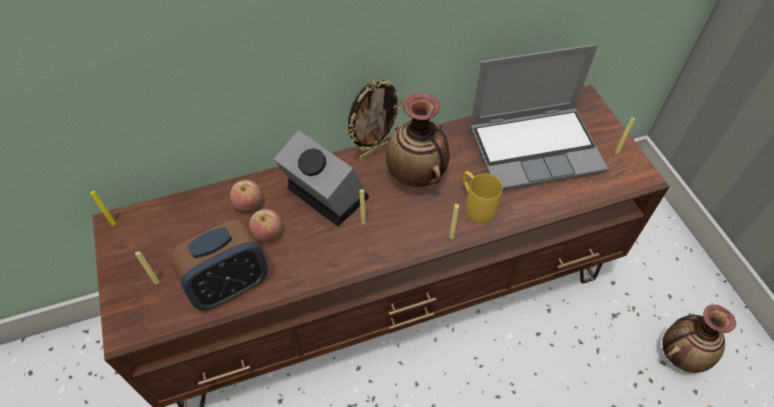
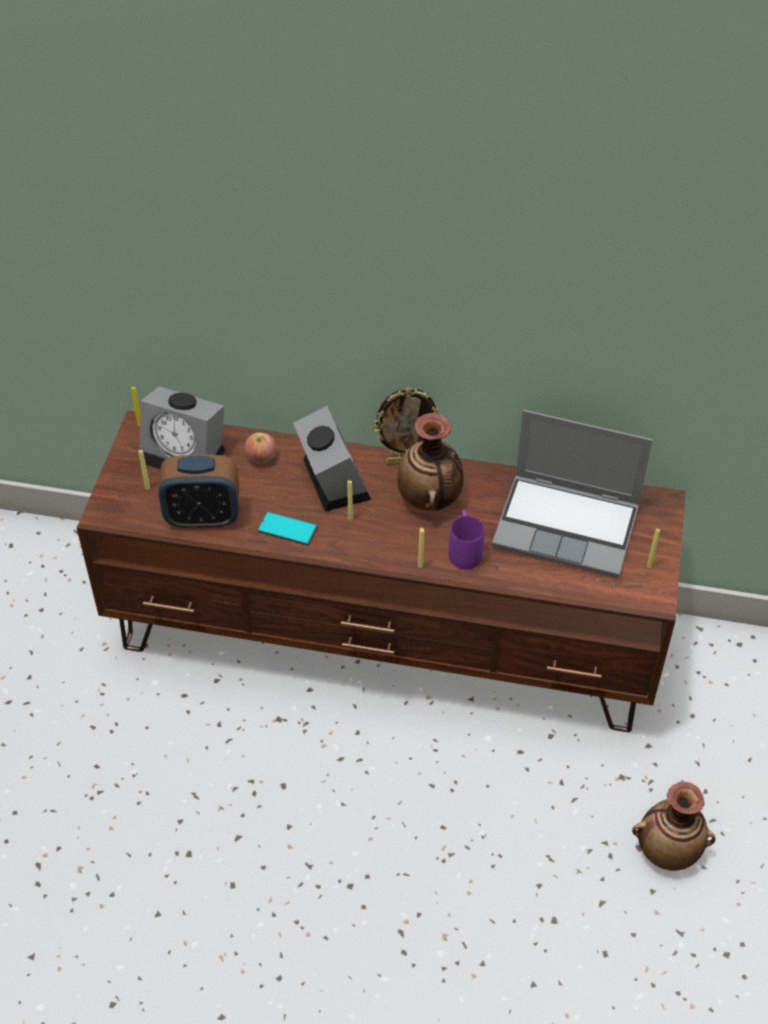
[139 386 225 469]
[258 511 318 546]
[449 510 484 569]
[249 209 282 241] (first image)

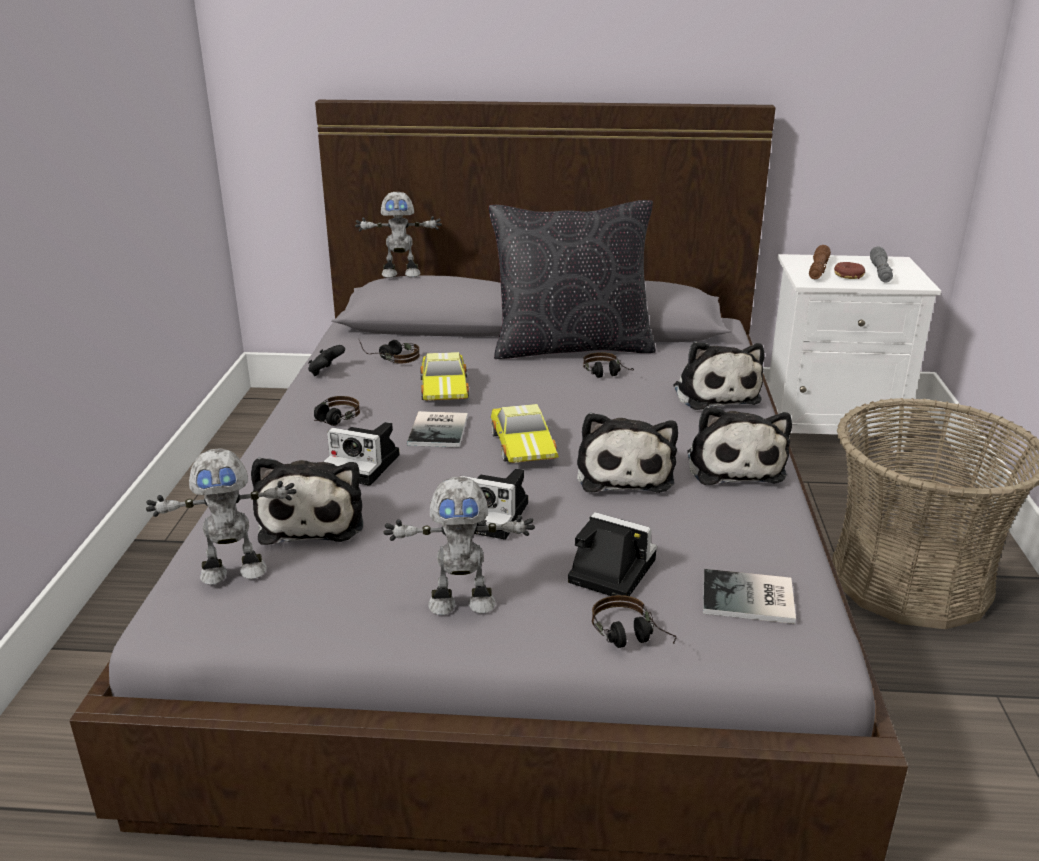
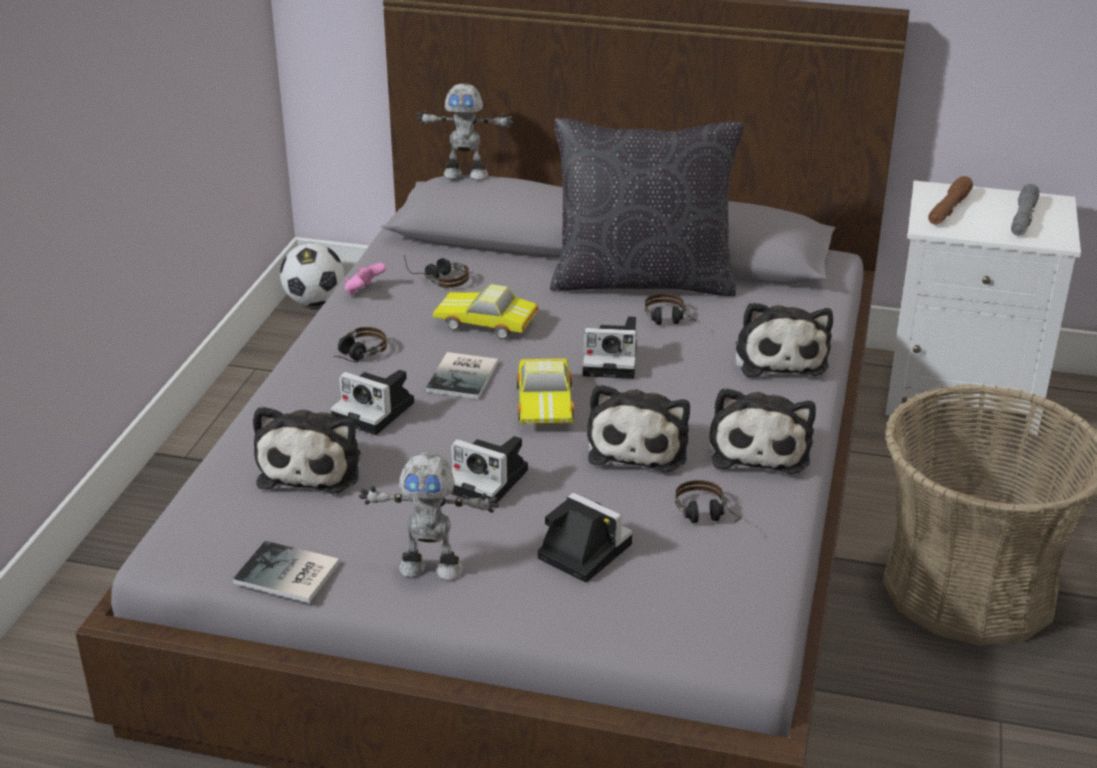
[233 541 340 603]
[280 243 344 306]
[344 263 386 296]
[433 284 538 339]
[583 316 637 379]
[675 480 741 523]
[146 448 297 585] (first image)
[834 262 865 279] (first image)

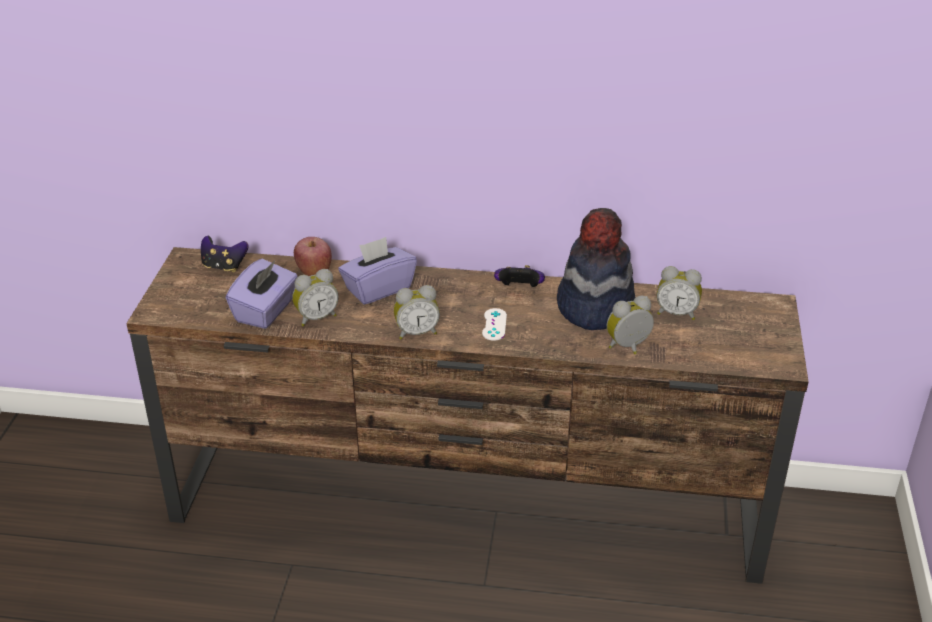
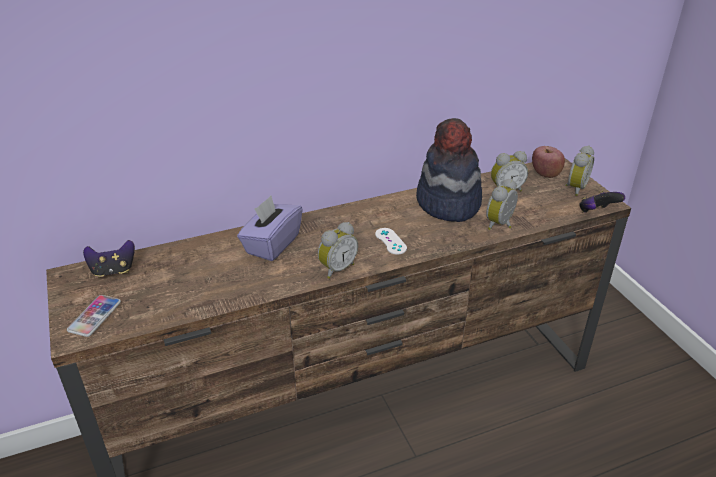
[67 295 121 337]
[532 146 565 178]
[565 145 594 196]
[579 190 625 213]
[226 259 298 329] (first image)

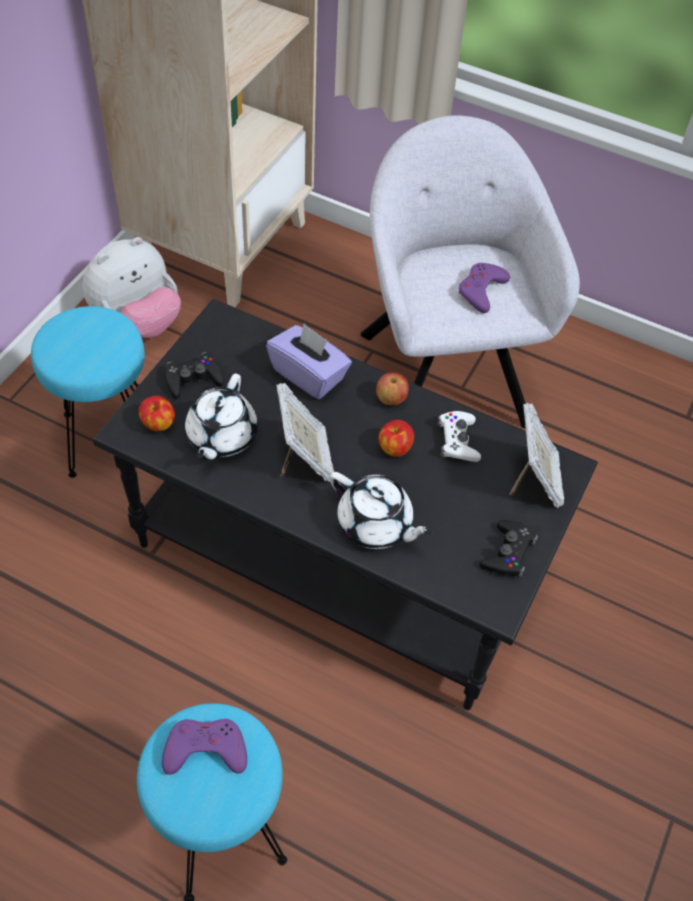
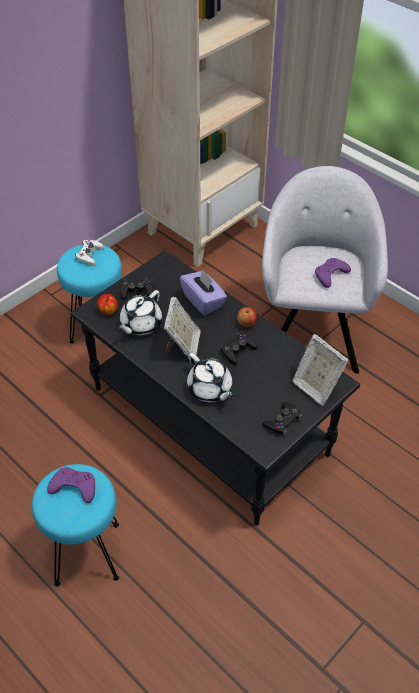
[75 240 104 266]
[220 333 258 365]
[292 334 349 406]
[82 237 181 338] (first image)

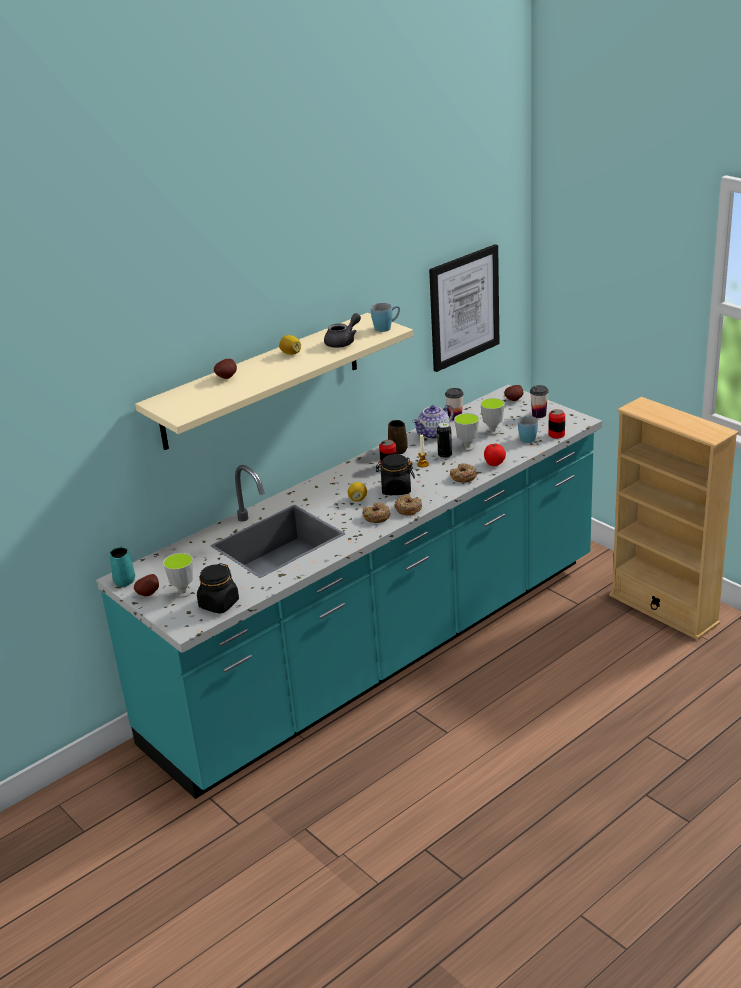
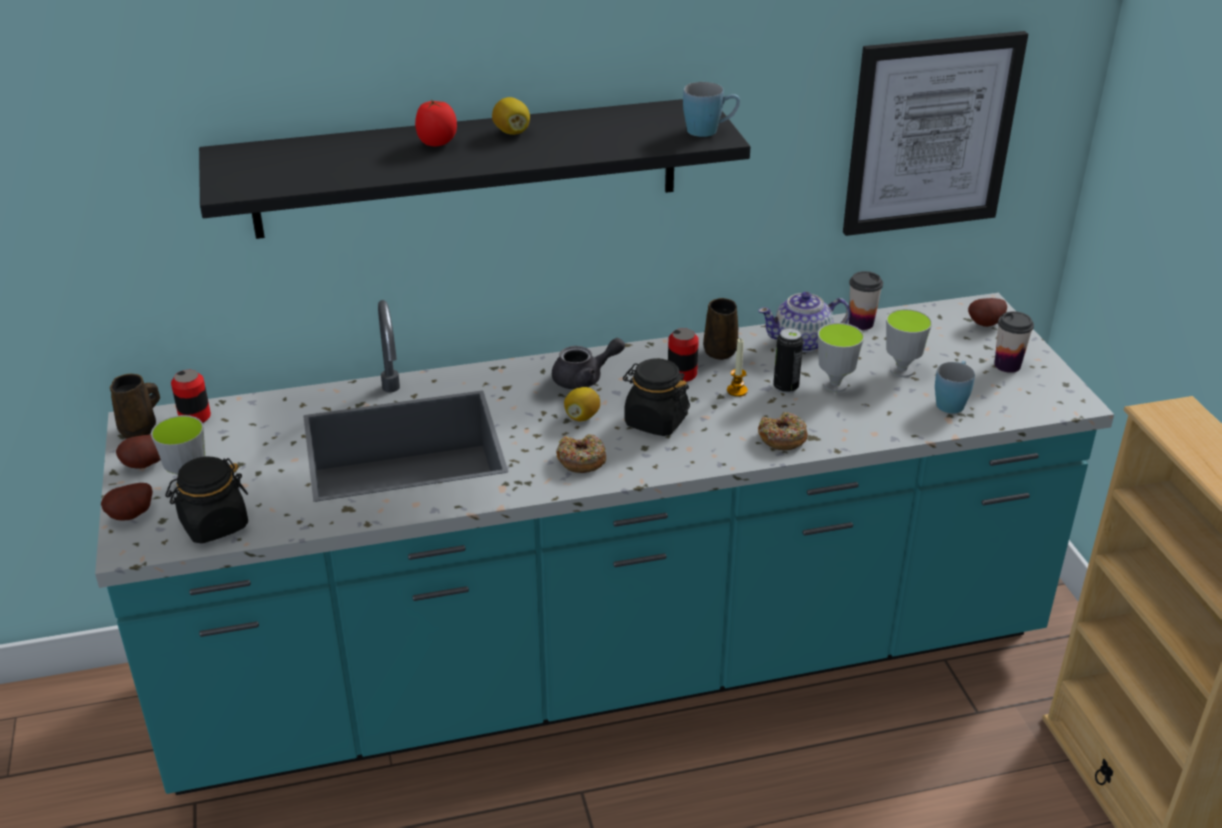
[101 483 153 520]
[110 374 160 439]
[171 370 211 423]
[199 99 750 239]
[415 100 457 146]
[552 338 625 389]
[394 494 422 515] (first image)

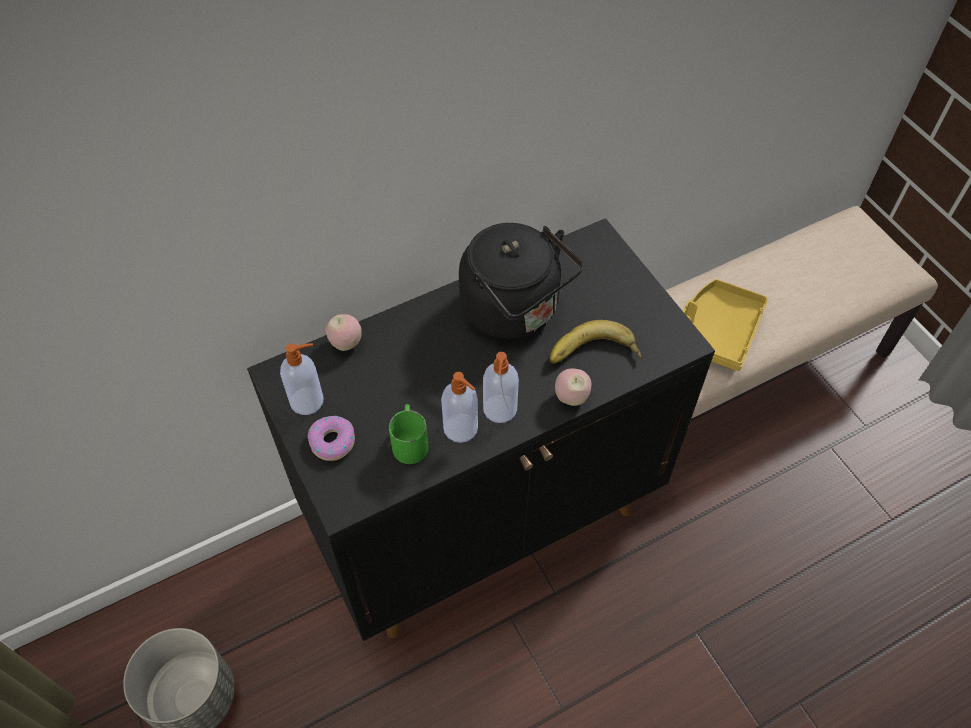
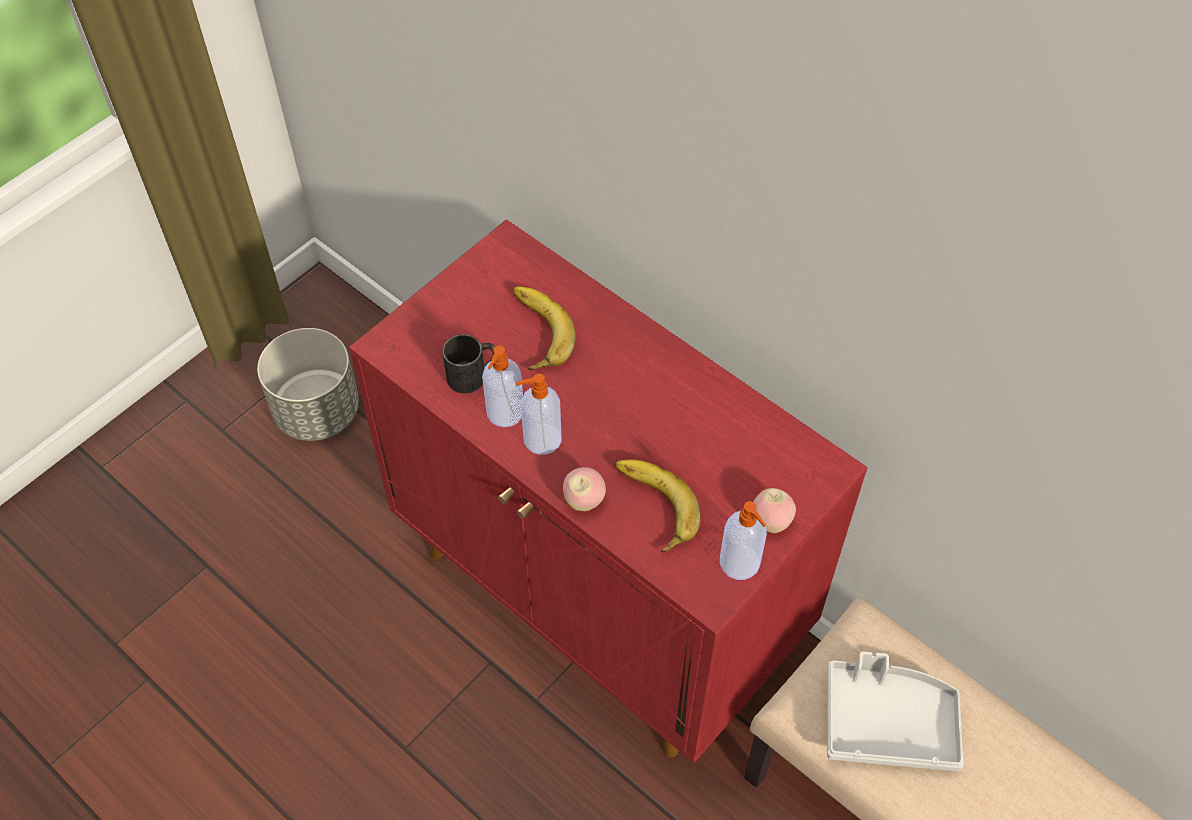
[349 219 867 763]
[442 334 496 394]
[513 287 576 370]
[720 501 767 580]
[753 488 796 533]
[827 652 963 771]
[307 416 355 461] (first image)
[459 223 583 339] (first image)

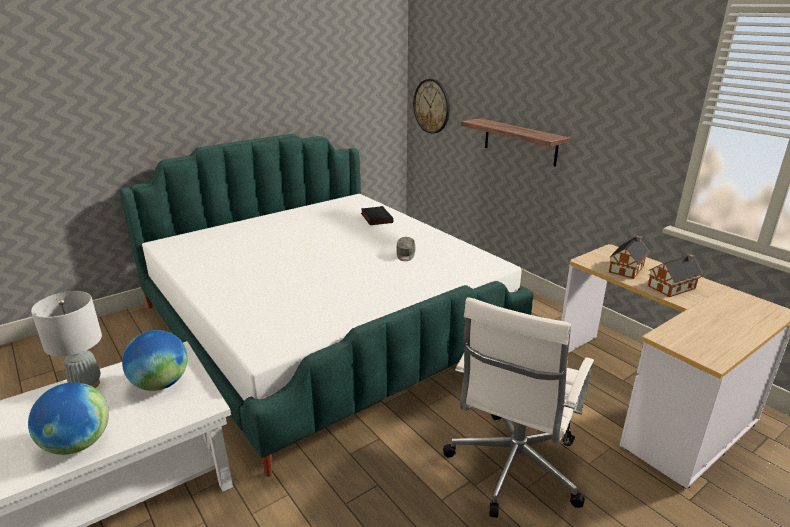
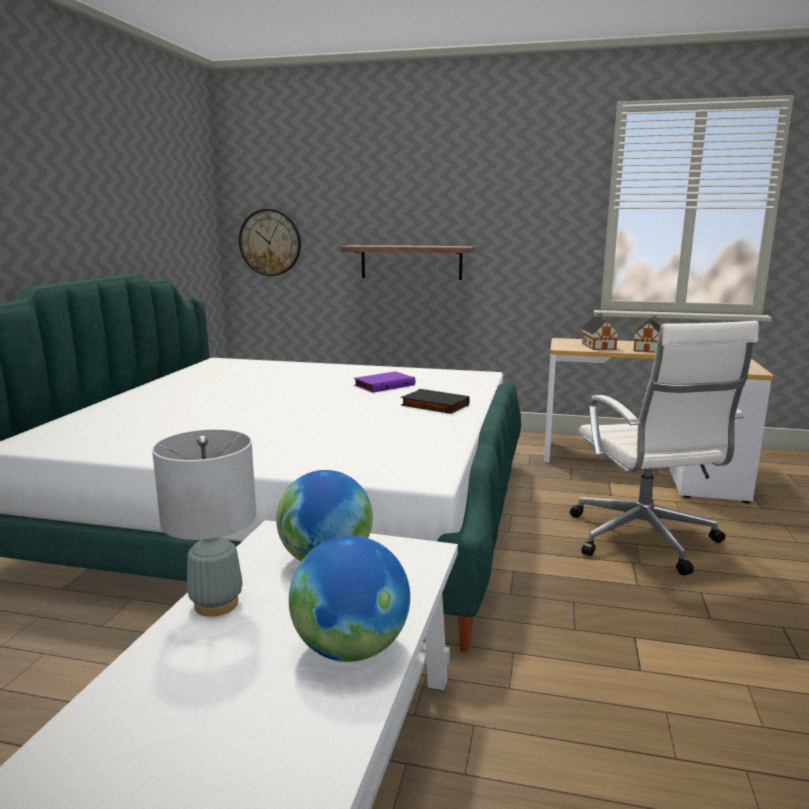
[354 371 415 393]
[401 389 470 414]

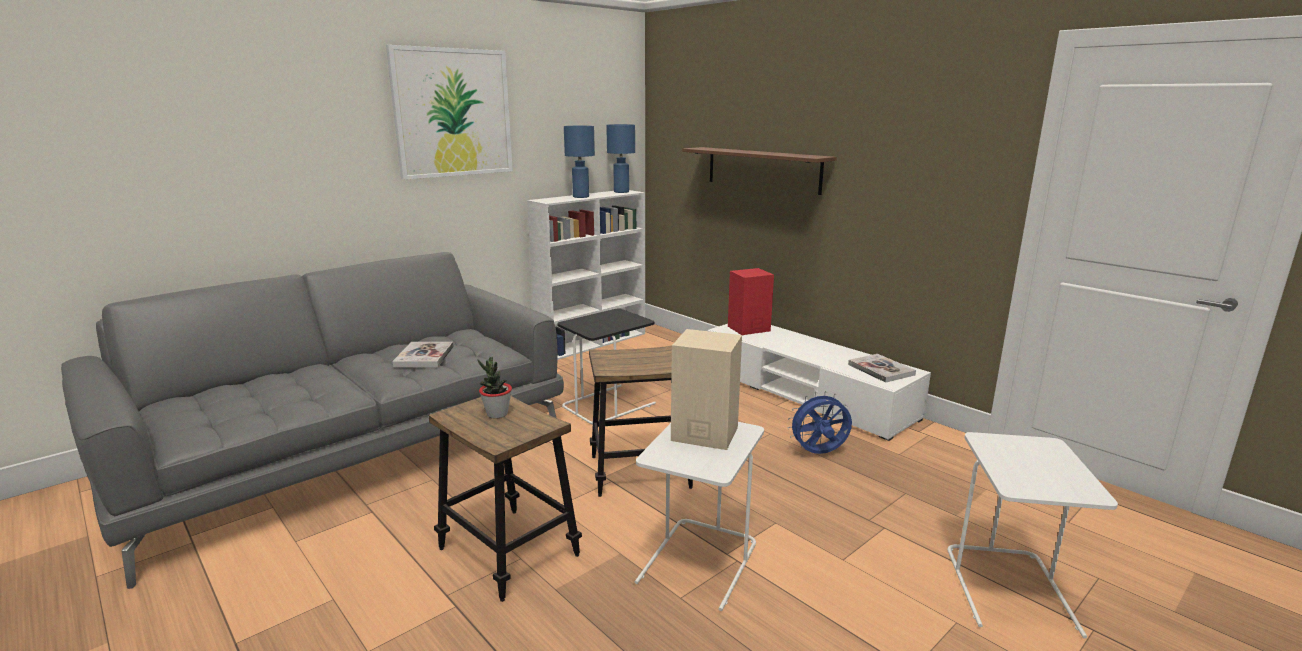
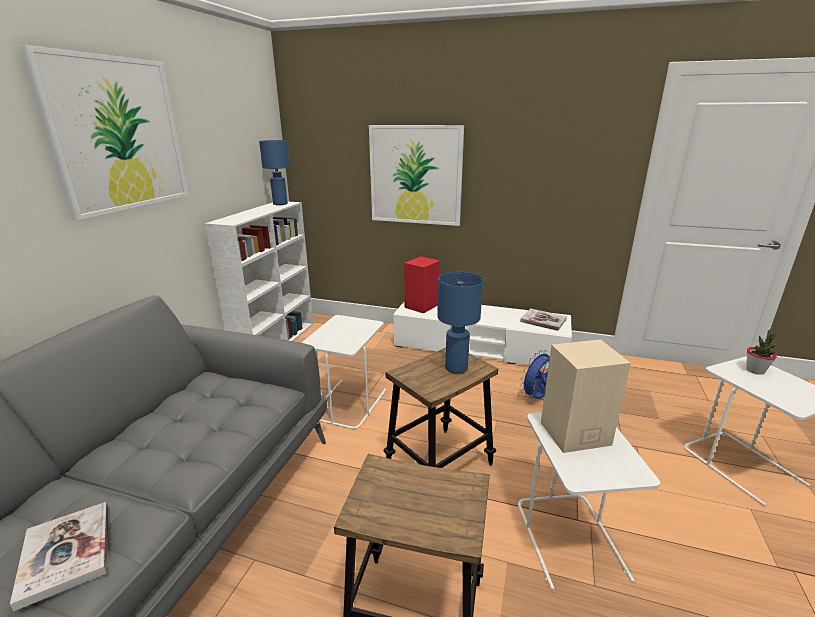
[10 502 109 611]
[302 315 386 430]
[369 125 464 226]
[437 272 483 374]
[746 330 780 375]

